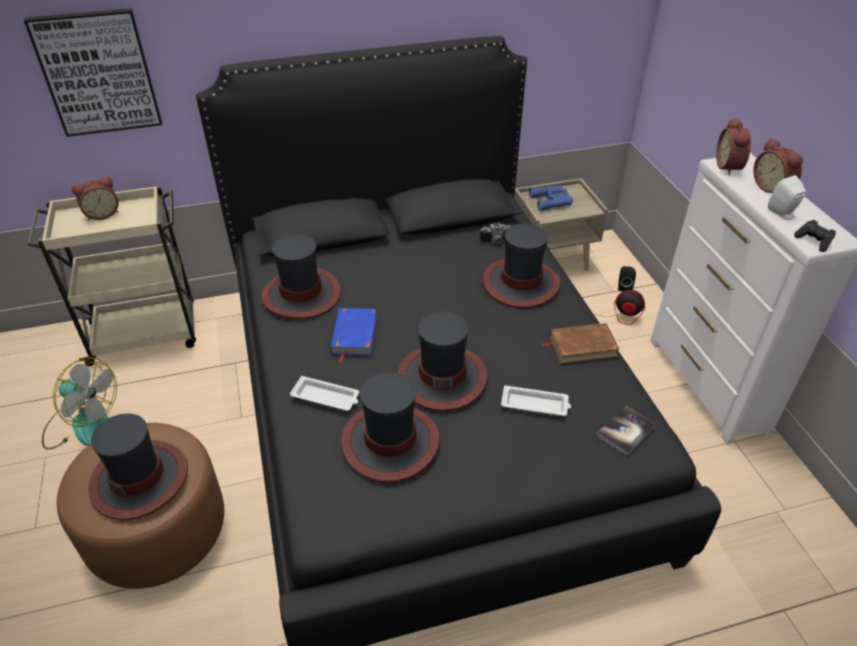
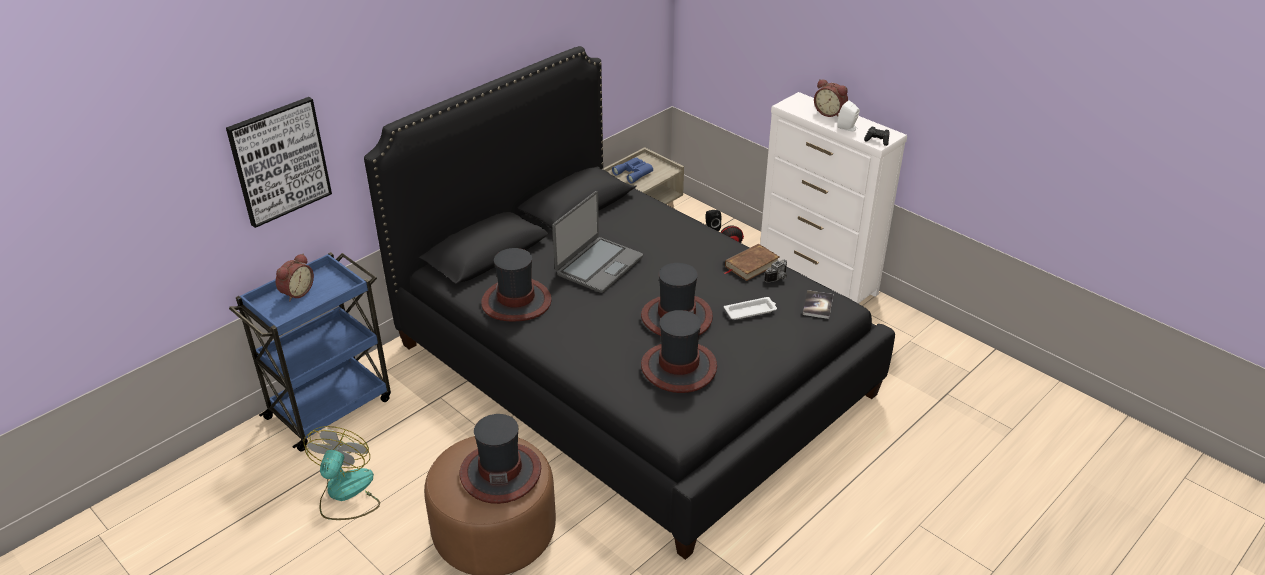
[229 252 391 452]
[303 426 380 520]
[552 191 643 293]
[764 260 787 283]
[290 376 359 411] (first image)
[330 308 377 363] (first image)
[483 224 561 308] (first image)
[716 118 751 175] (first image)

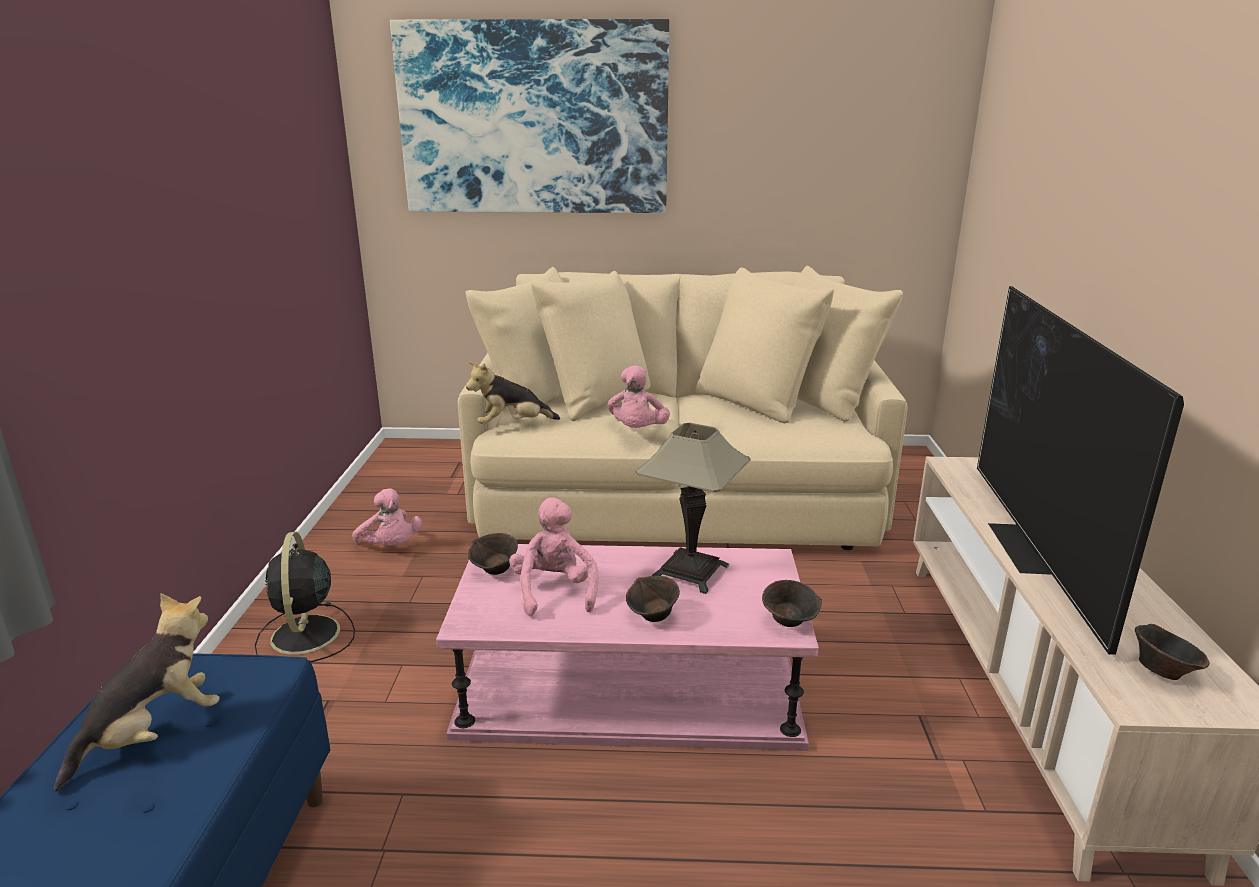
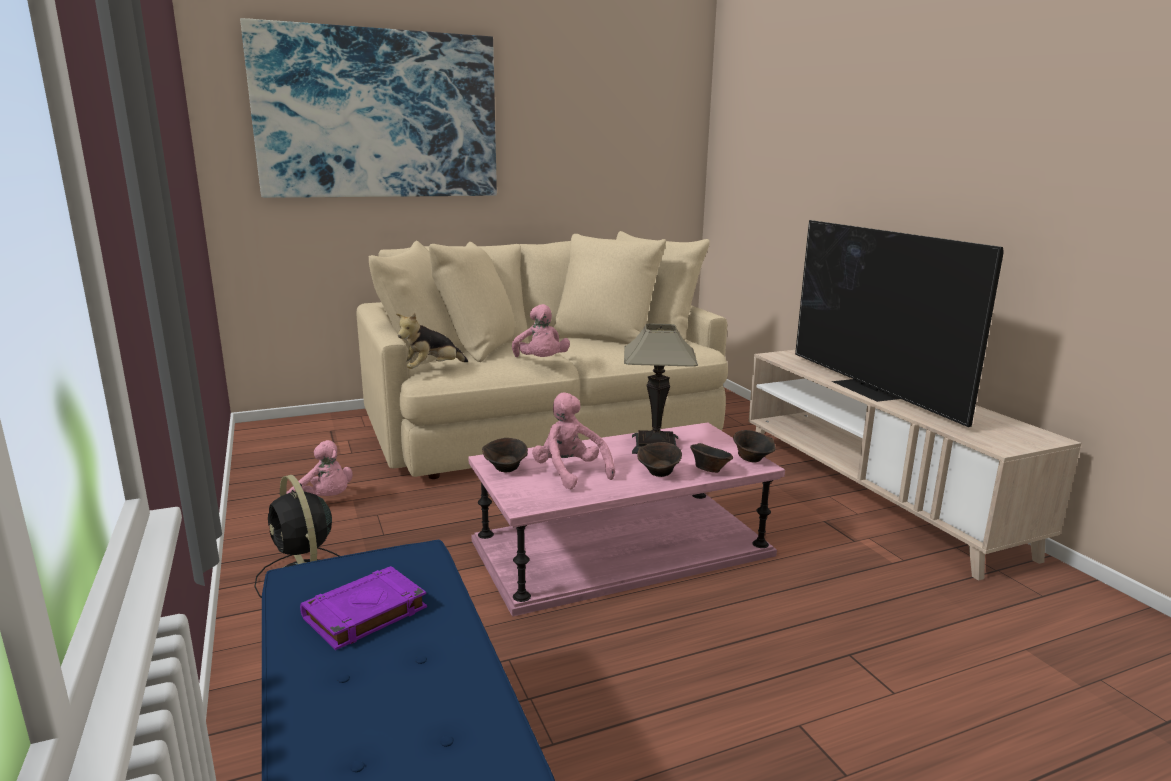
[300 566 427 650]
[690 443 733 473]

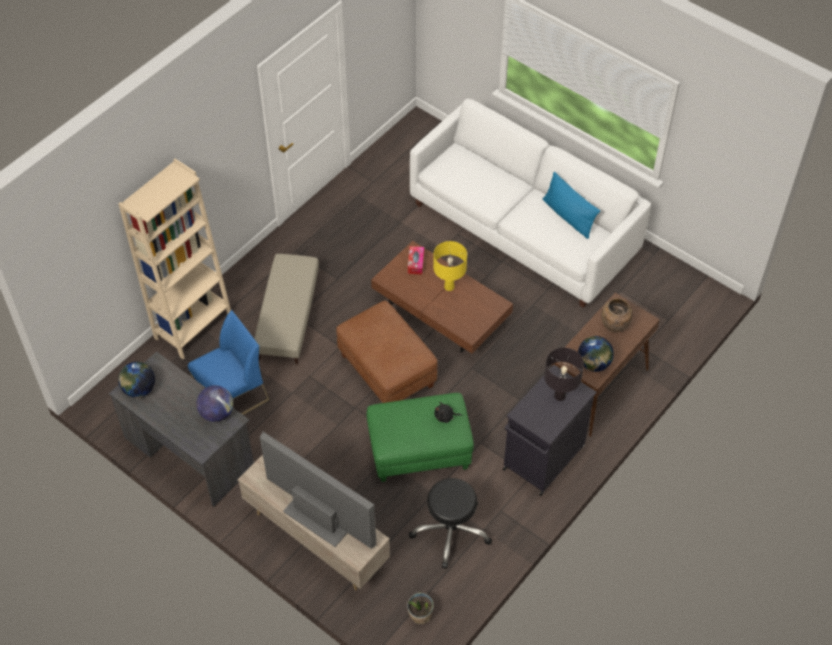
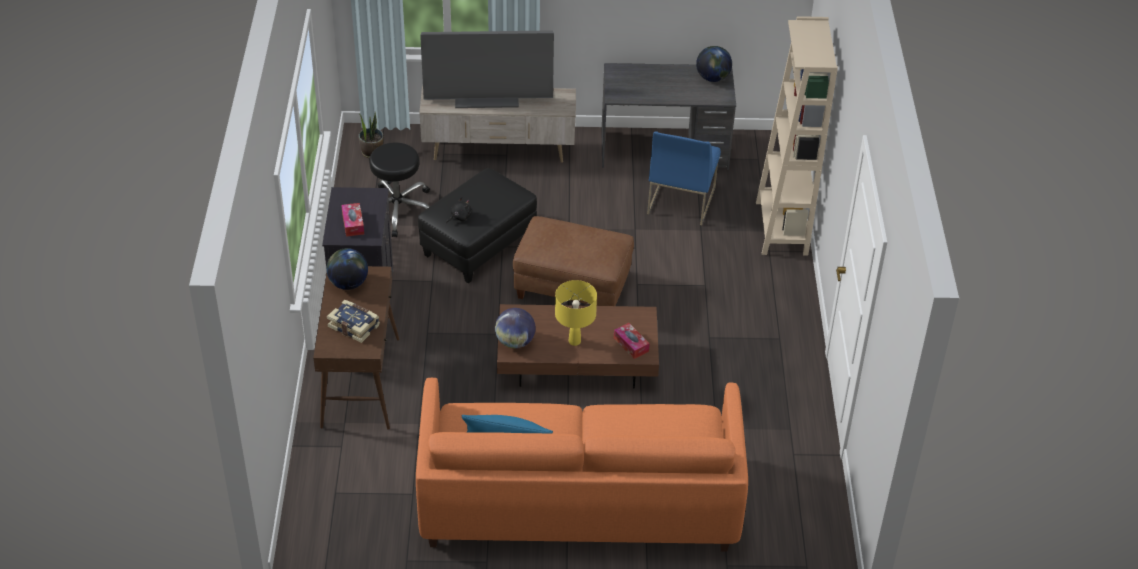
[327 299 380 343]
[341 203 364 237]
[416 378 748 552]
[418 168 537 283]
[495 308 535 348]
[254 254 319 364] (first image)

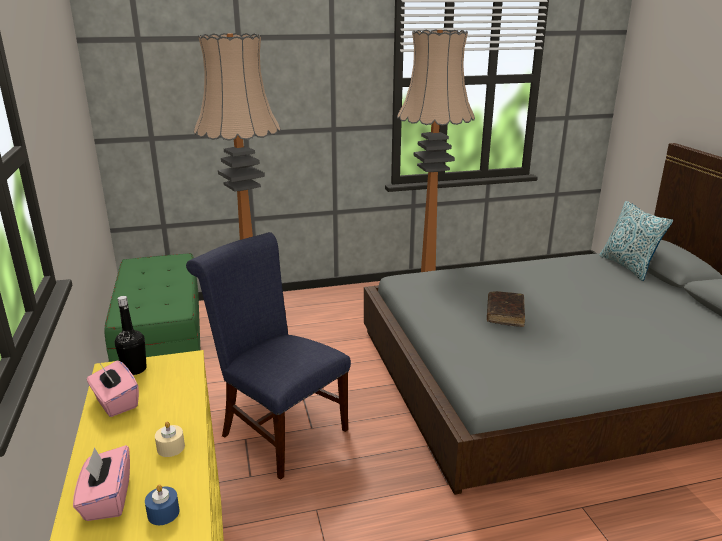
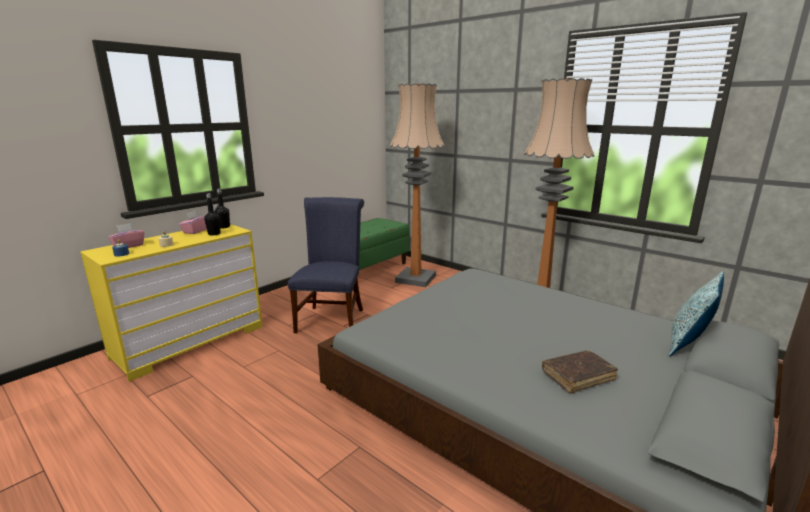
[204 193 221 236]
[542 350 618 393]

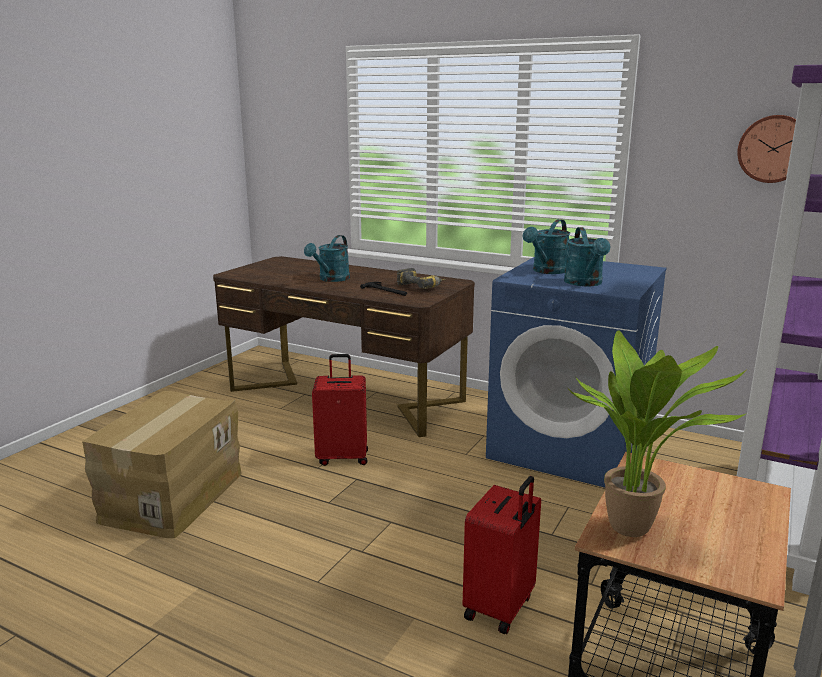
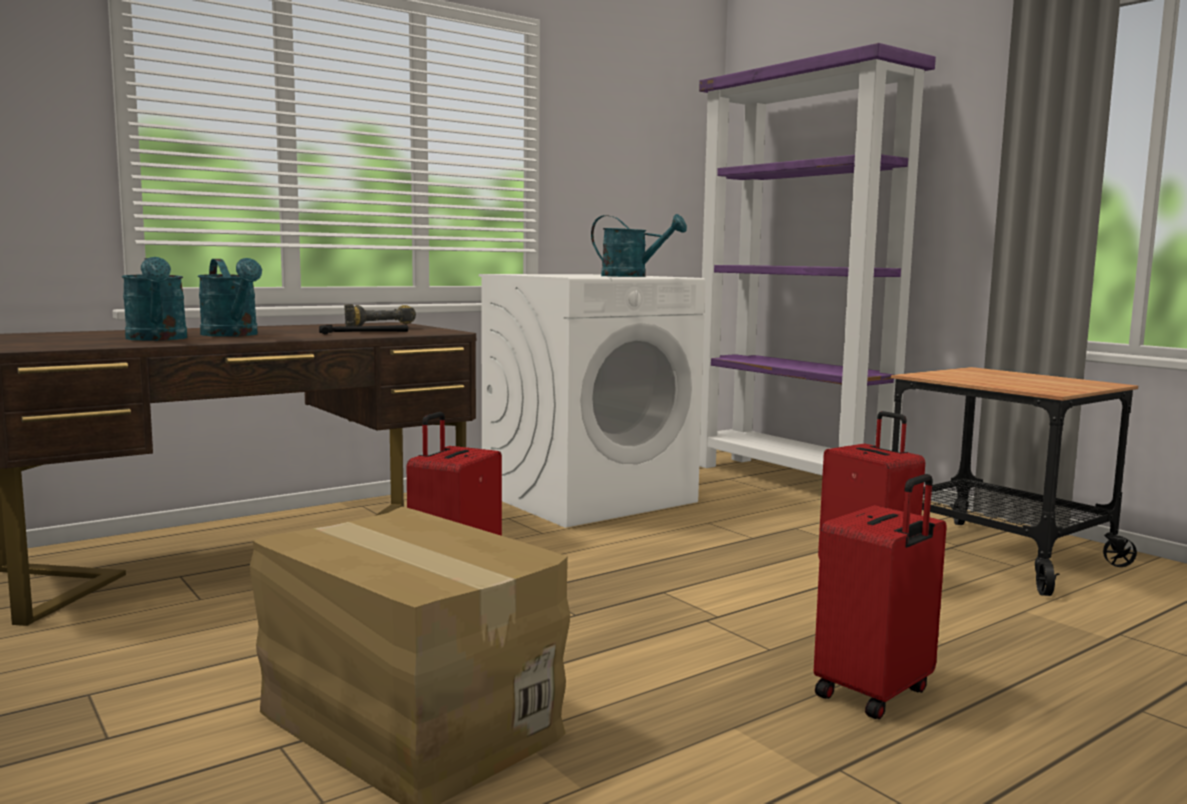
[122 257 188 341]
[479 274 706 528]
[814 474 947 719]
[568 330 746 537] (first image)
[737 115 796 183] (first image)

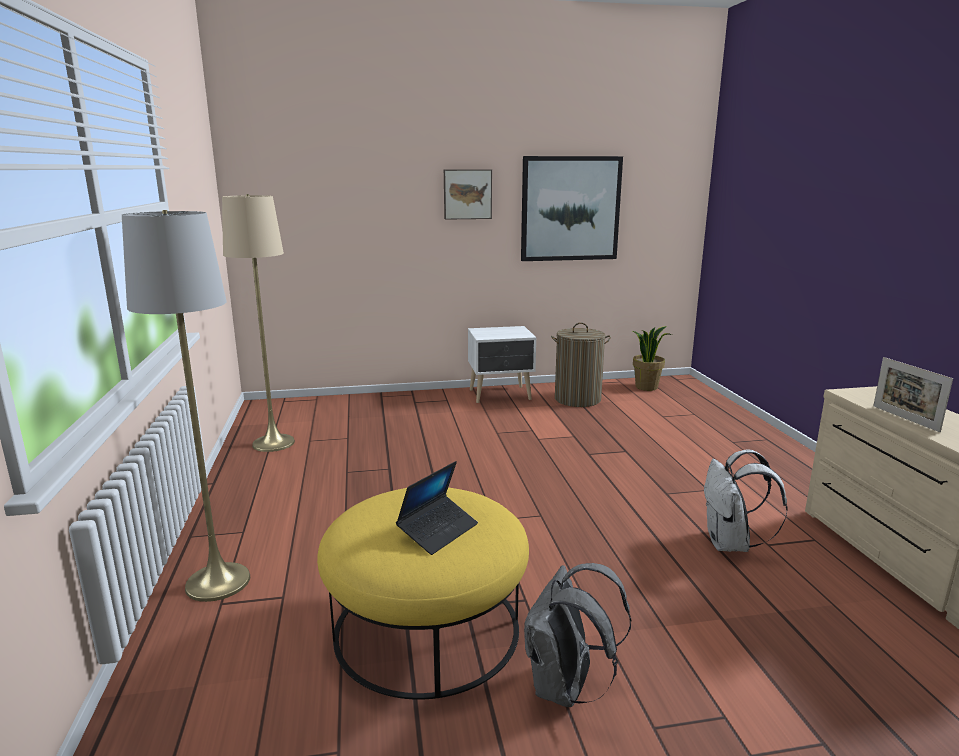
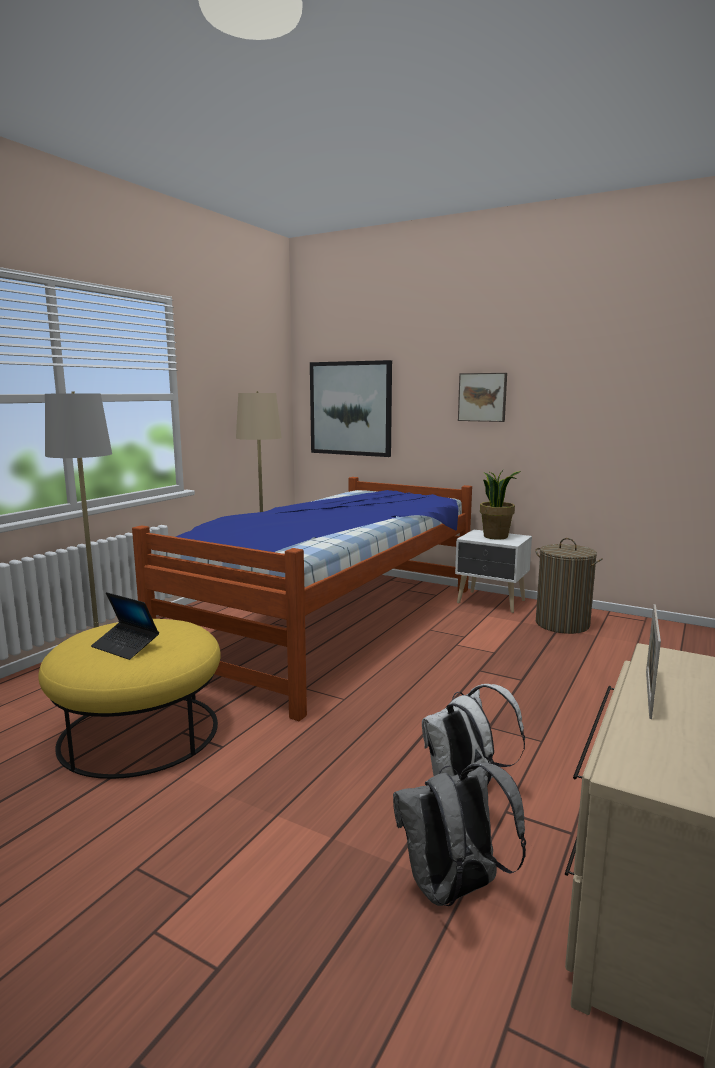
[91 592 159 660]
[132 477 472 721]
[310 360 392 457]
[393 762 526 906]
[480 469 521 539]

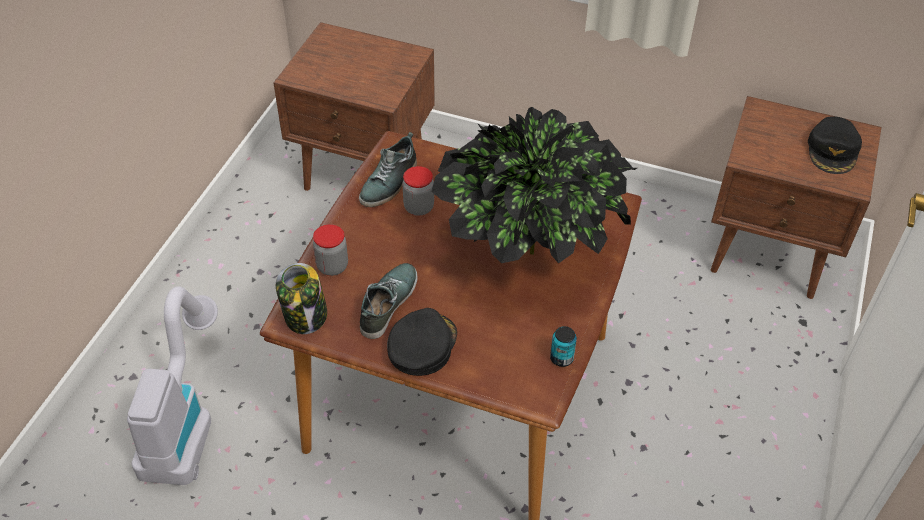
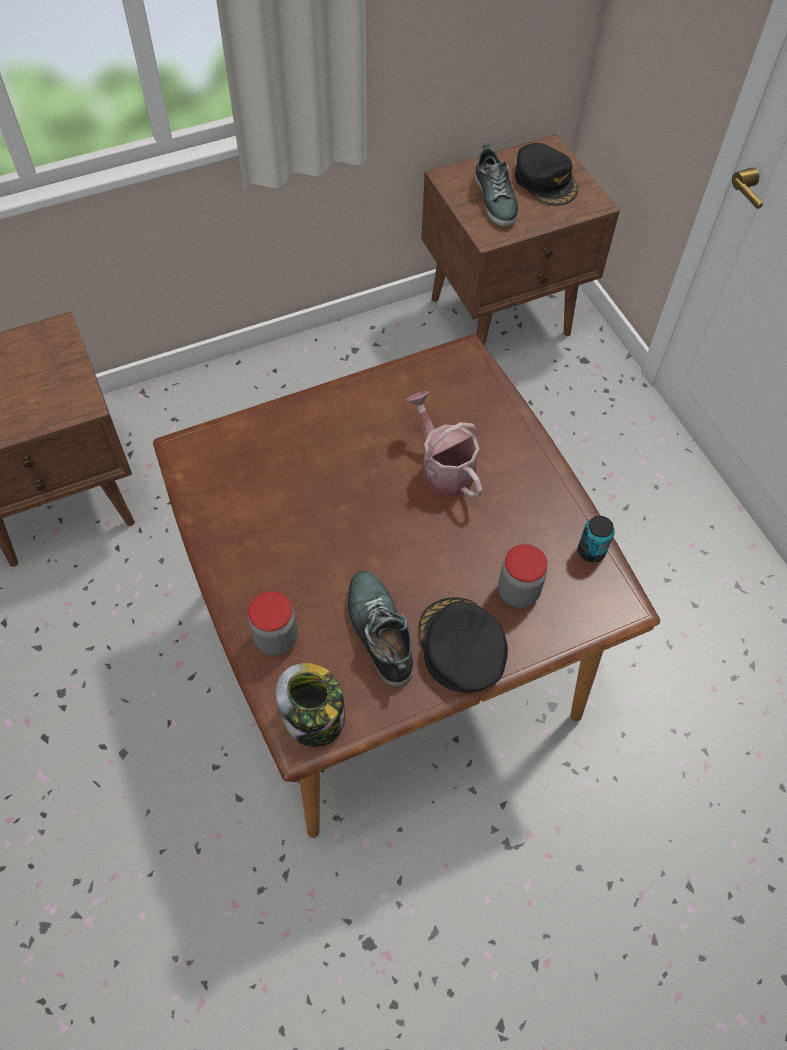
[406 391 482 498]
[475 143 518 227]
[498 544 548 608]
[127 286 218 485] (first image)

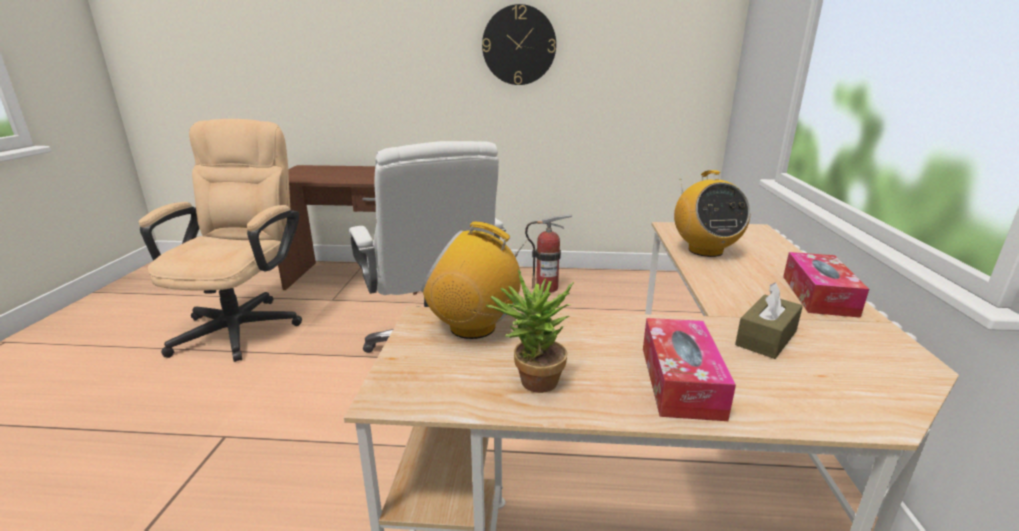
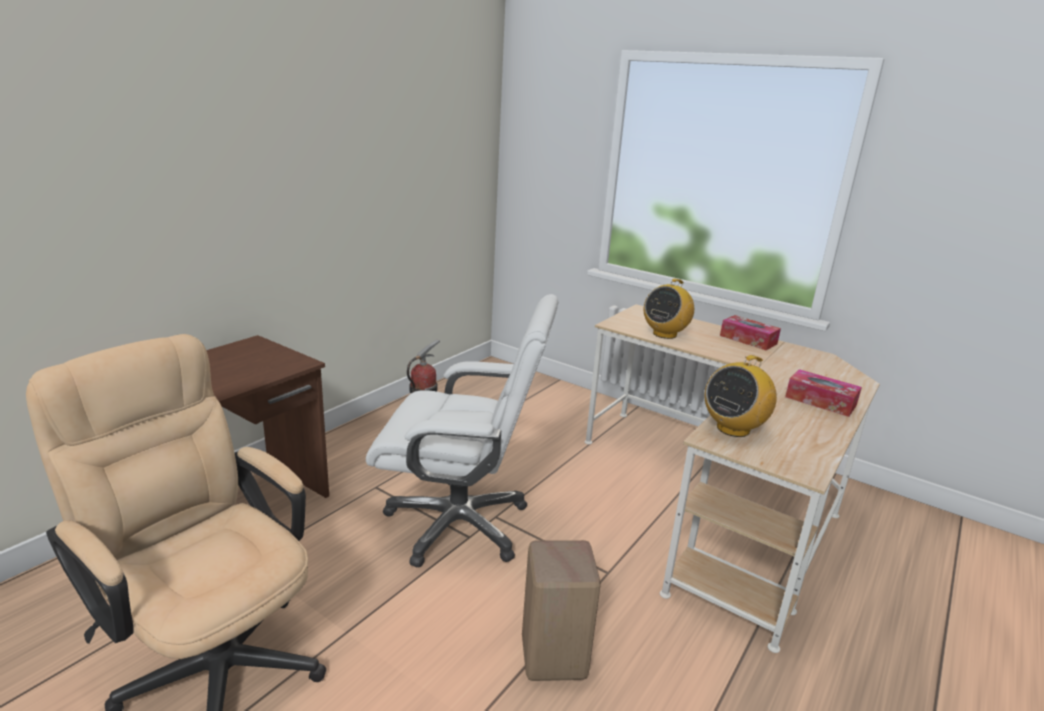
[522 540 601 681]
[644 279 694 339]
[482 4 556 85] (first image)
[486 270 574 393] (first image)
[735 282 803 359] (first image)

